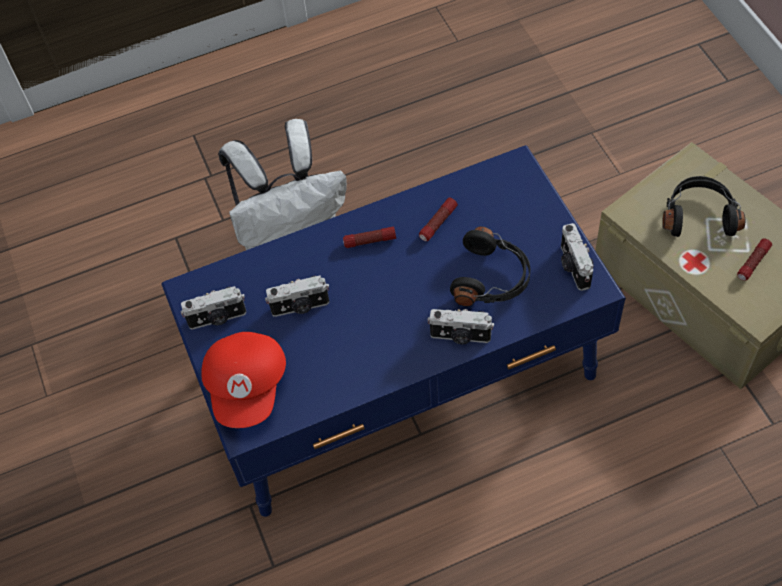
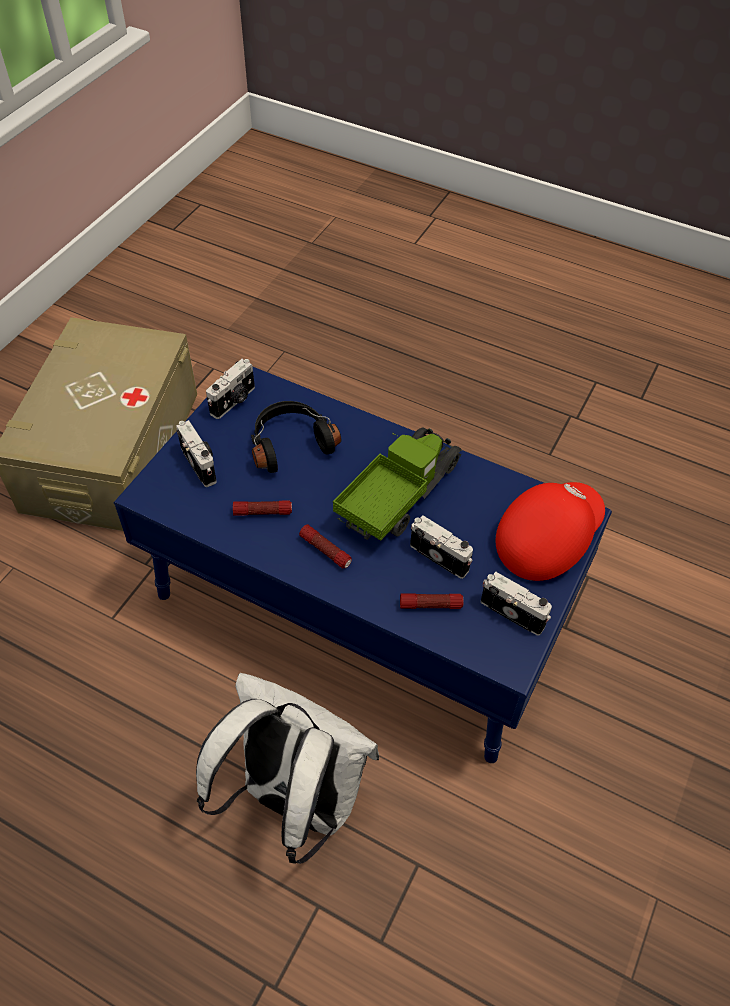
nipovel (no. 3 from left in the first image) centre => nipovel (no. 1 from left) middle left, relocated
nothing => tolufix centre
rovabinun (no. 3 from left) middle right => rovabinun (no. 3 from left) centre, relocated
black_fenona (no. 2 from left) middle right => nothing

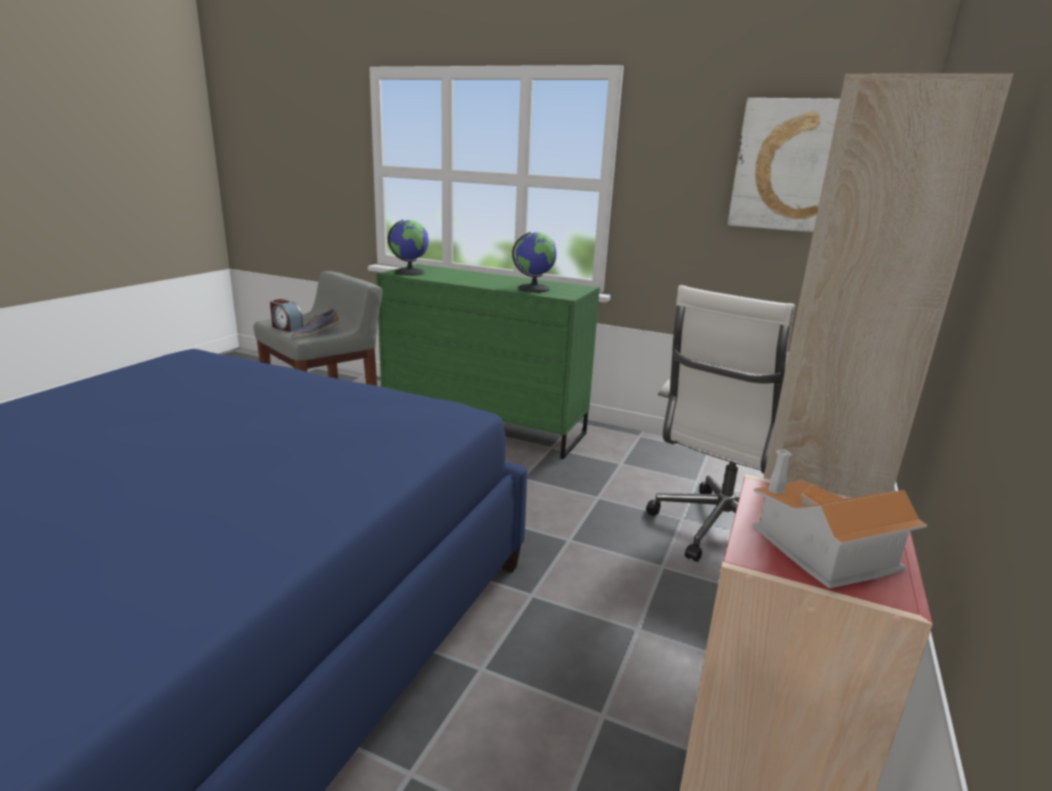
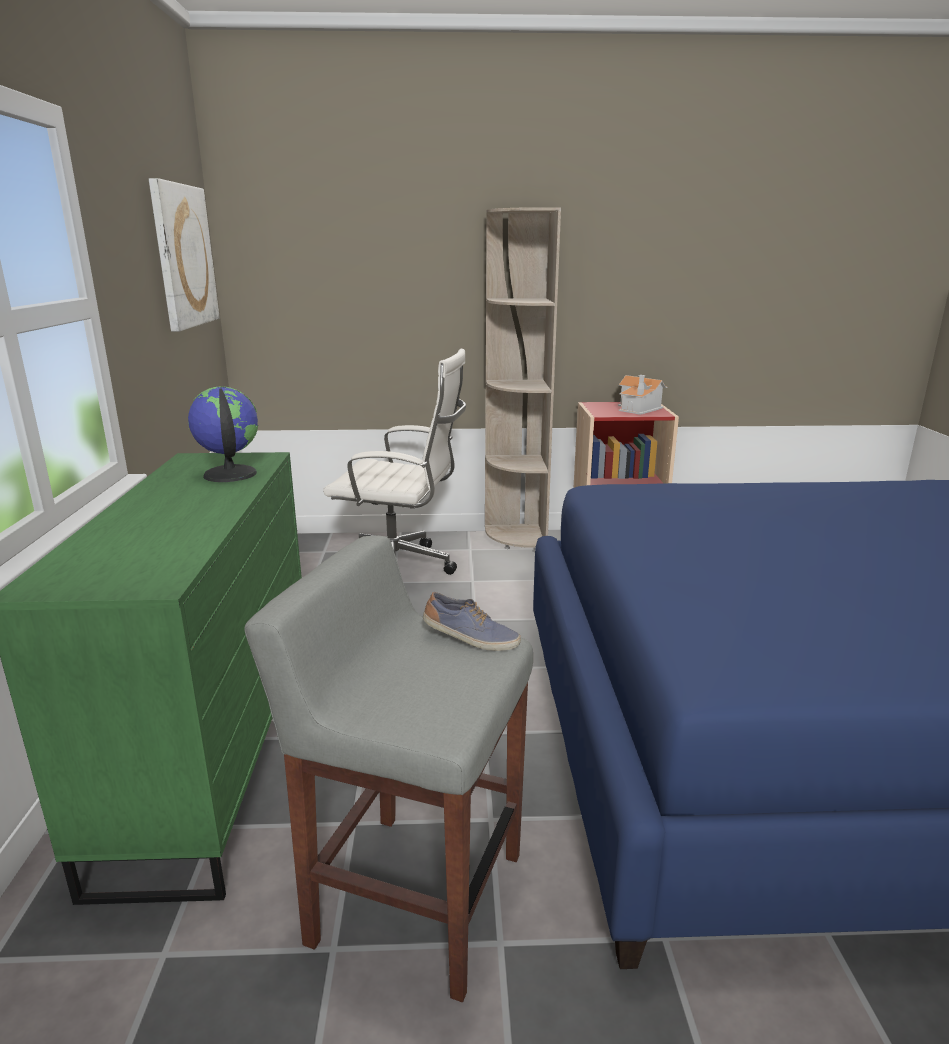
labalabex middle left => nothing
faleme (no. 1 from left) top centre => nothing

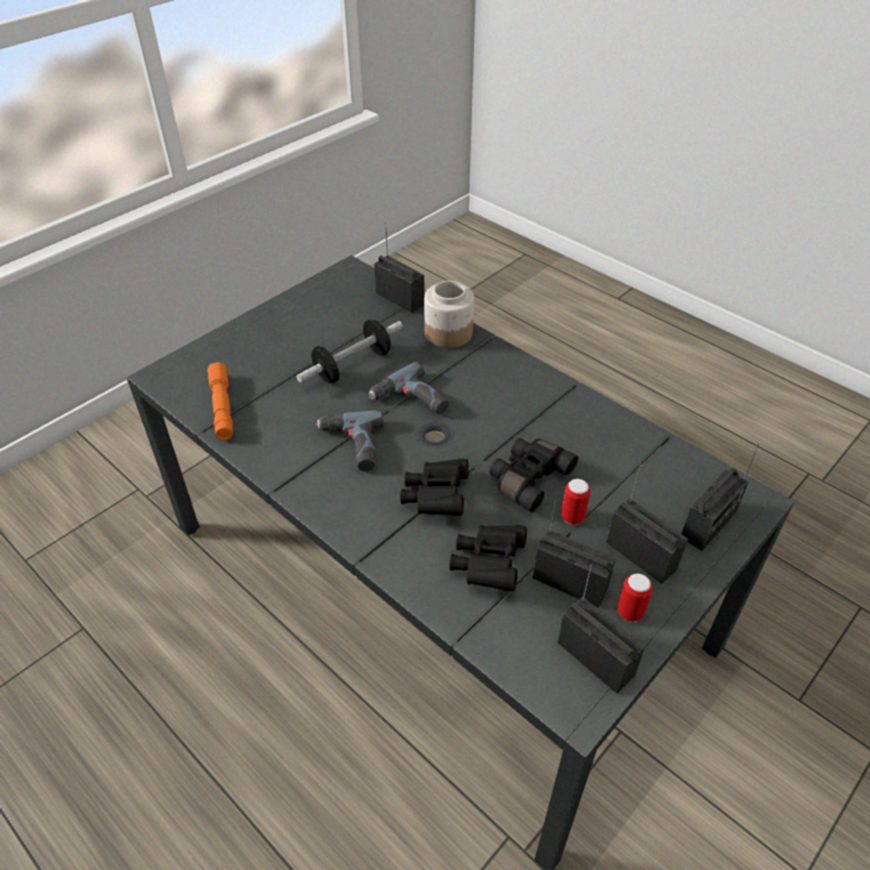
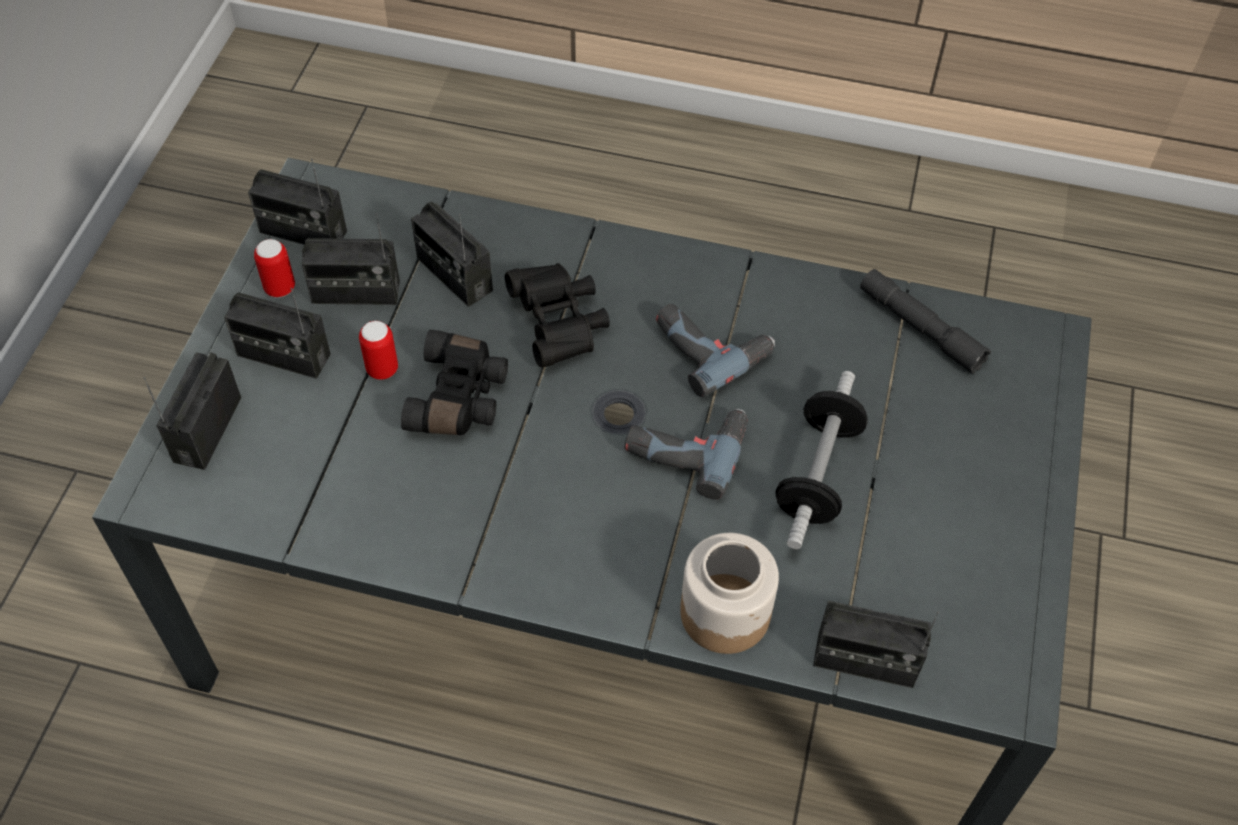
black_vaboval (no. 2 from left) centre => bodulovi (no. 5 from left) top centre
orange_rovabinun middle left => grey_rovabinun middle right

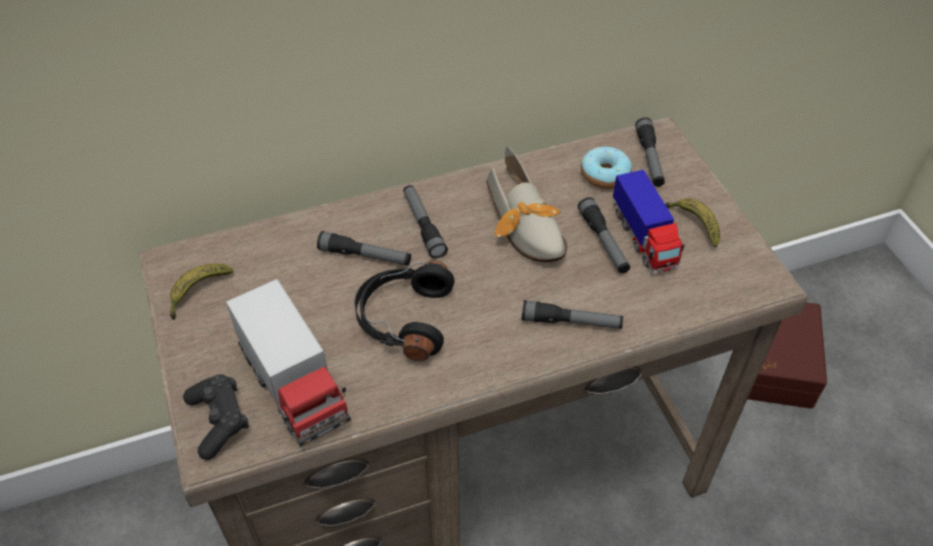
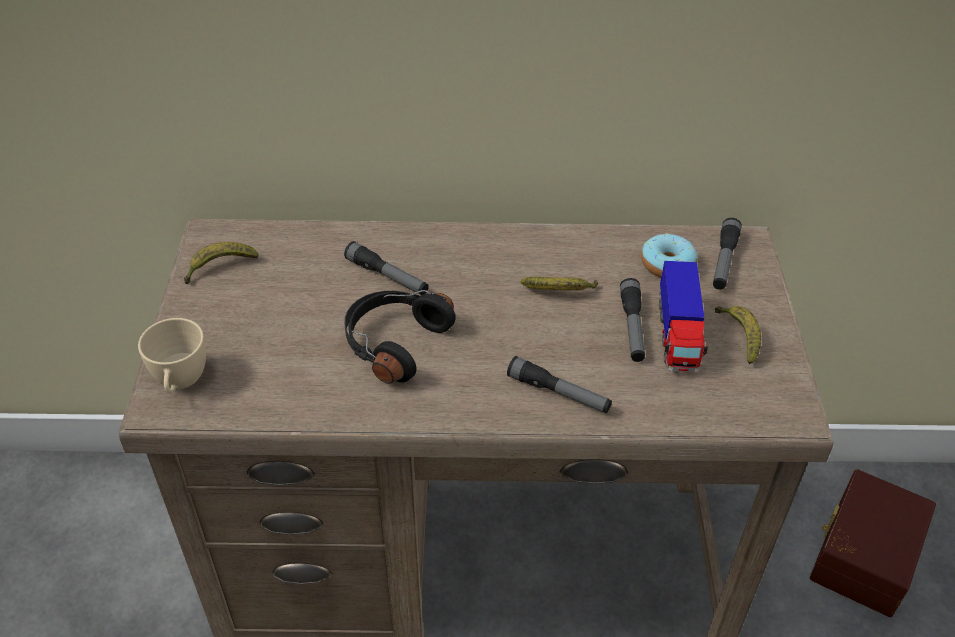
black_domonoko bottom left => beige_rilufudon middle left
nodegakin centre => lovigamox (no. 2 from left) centre
tolufix (no. 1 from left) middle left => nothing
rovabinun (no. 2 from left) centre => nothing

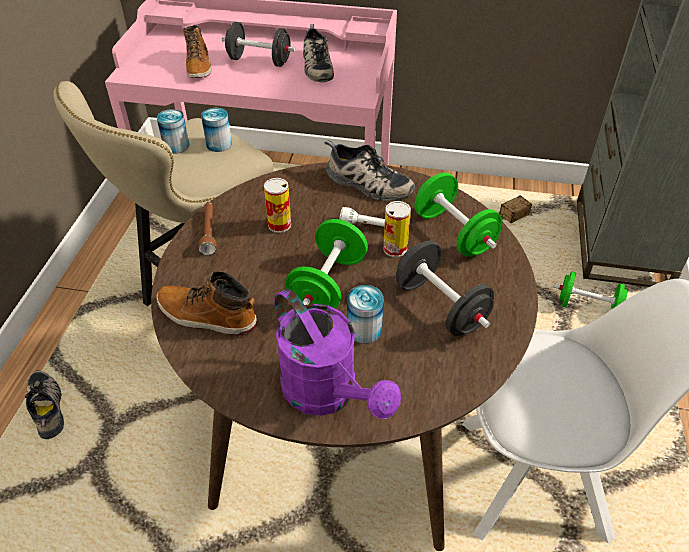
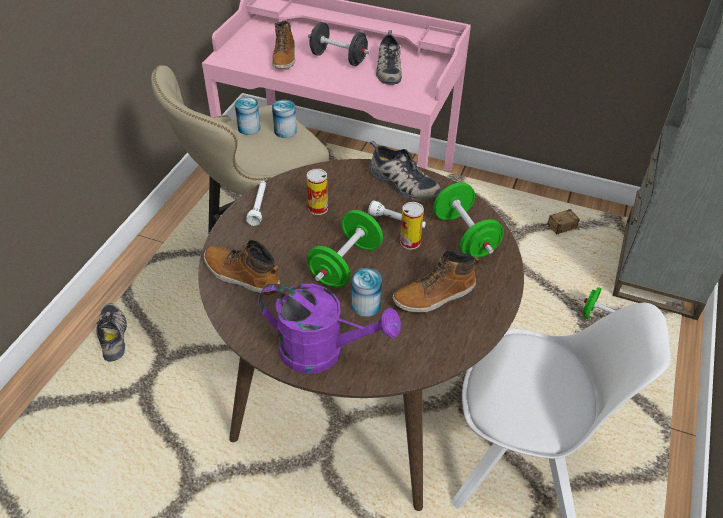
brown_rovabinun middle left => white_rovabinun (no. 1 from left) centre
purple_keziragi centre, 45 degrees counterclockwise
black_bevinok (no. 2 from left) centre => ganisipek (no. 3 from left) centre

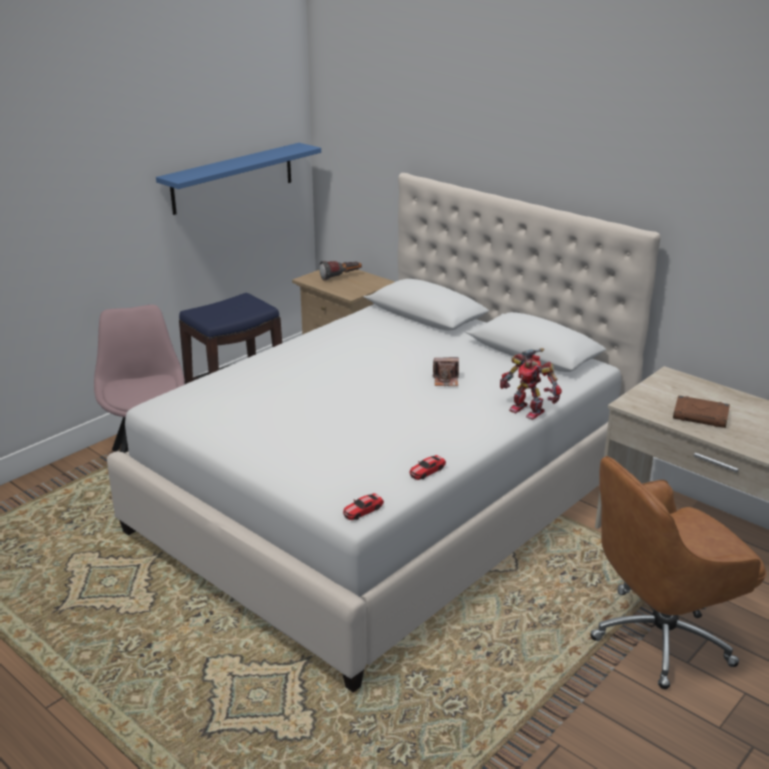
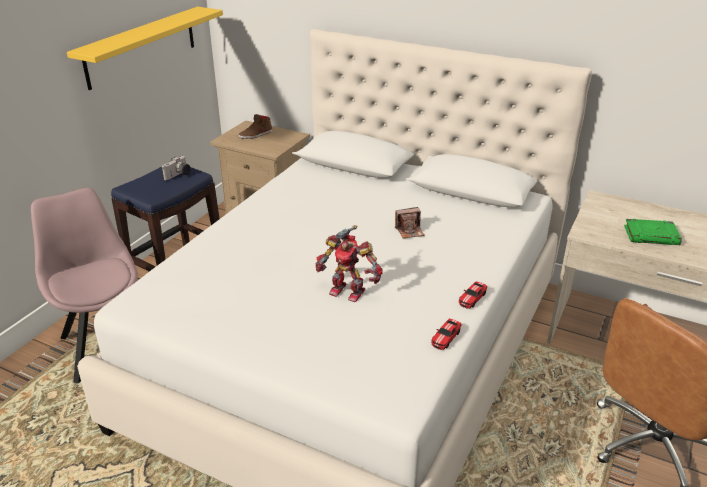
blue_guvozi top left => yellow_guvozi top left
nothing => nipovel (no. 1 from left) middle left
rovabinun centre => brown_nodegakin top centre
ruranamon middle right => ruranamon centre, relocated
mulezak (no. 1 from left in the first image) centre => mulezak (no. 2 from left) middle right, relocated
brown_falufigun middle right => green_falufigun middle right

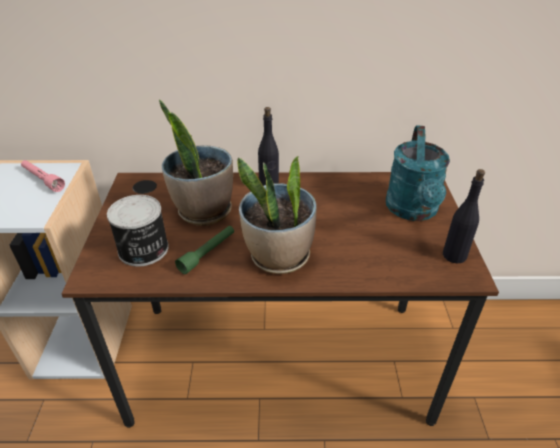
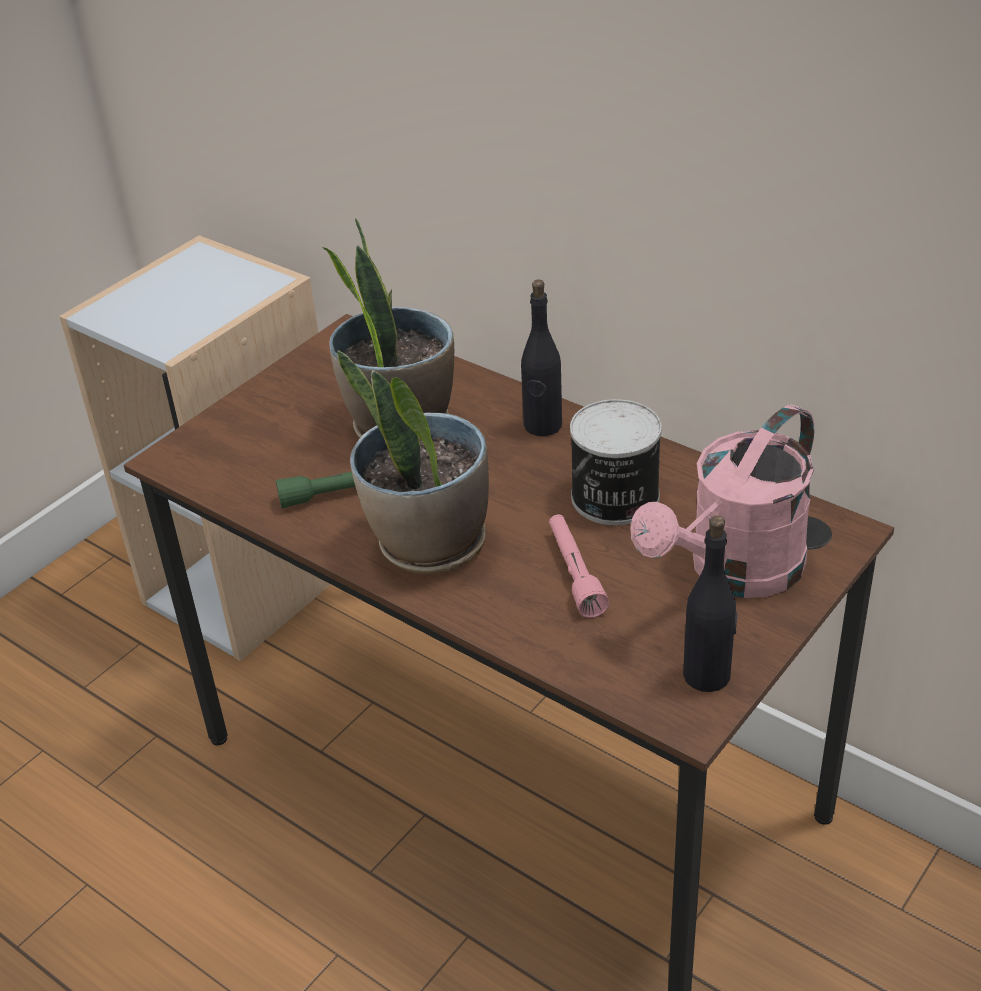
pink_rovabinun middle left => pink_rovabinun centre, relocated
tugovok middle left => tugovok centre, relocated
turquoise_keziragi middle right => pink_keziragi middle right

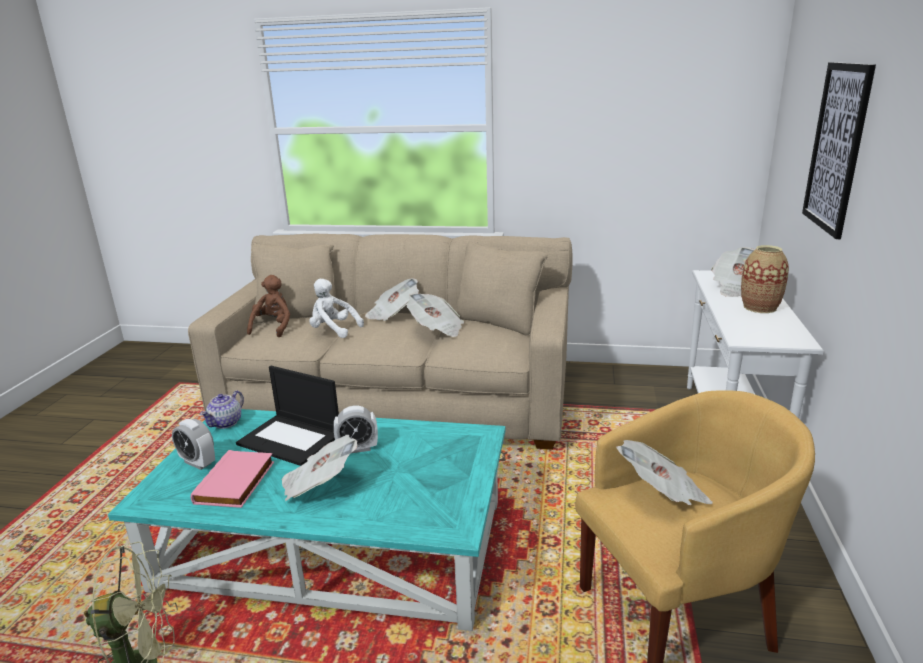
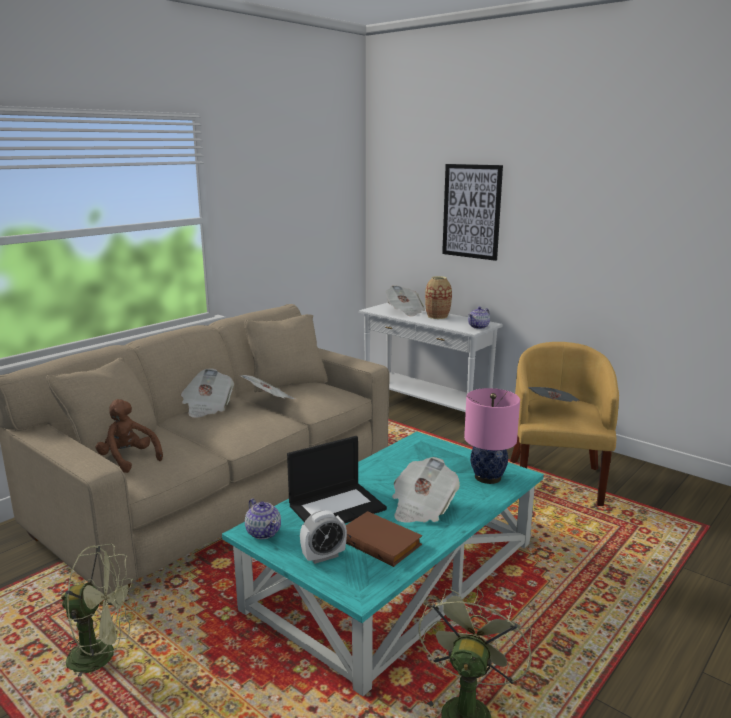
nothing => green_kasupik (no. 1 from left) bottom left
pink_falufigun bottom left => brown_falufigun bottom centre
nothing => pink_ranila middle right
nothing => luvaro (no. 2 from left) centre
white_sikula centre => nothing
labalabex (no. 2 from left) centre => nothing

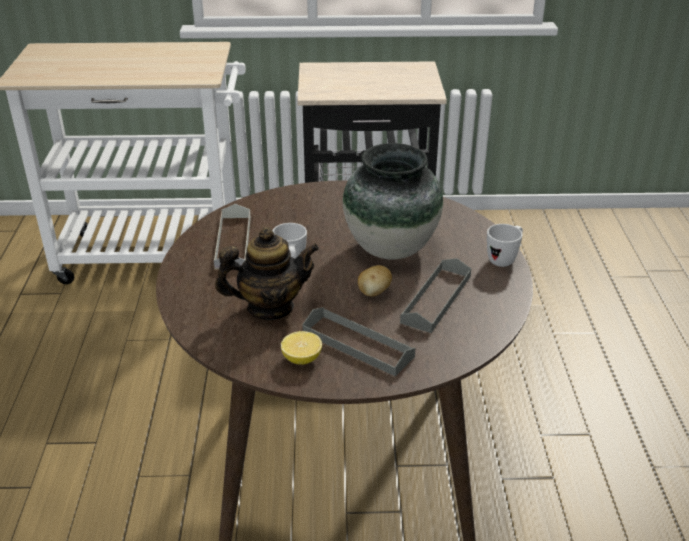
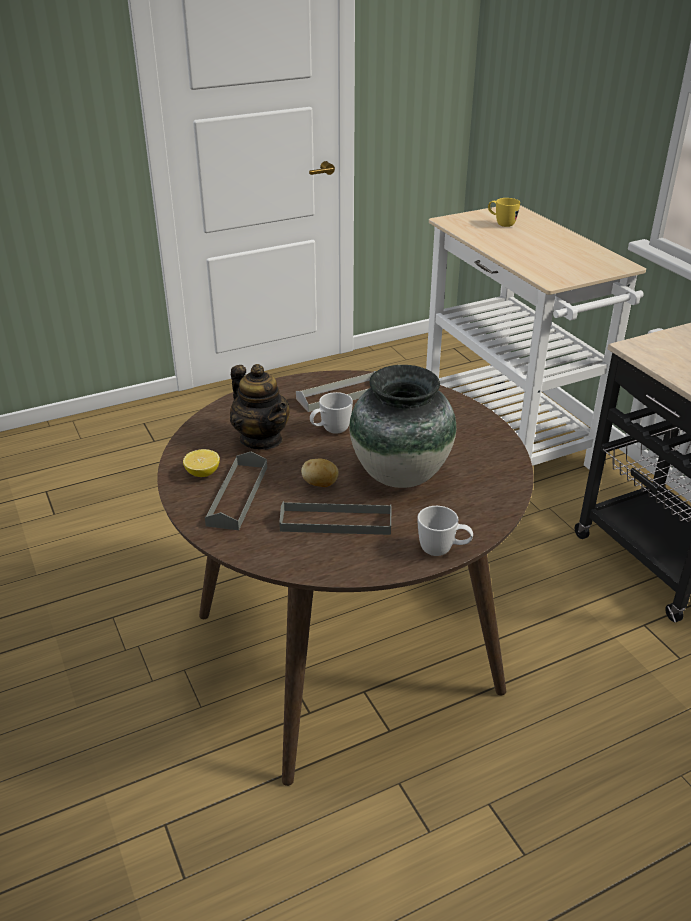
nothing => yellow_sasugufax top right

